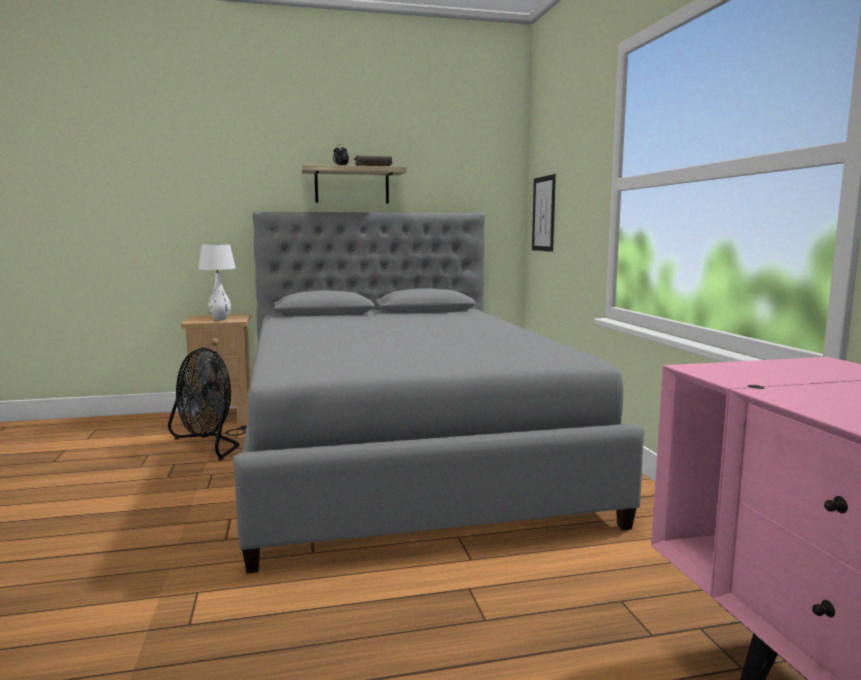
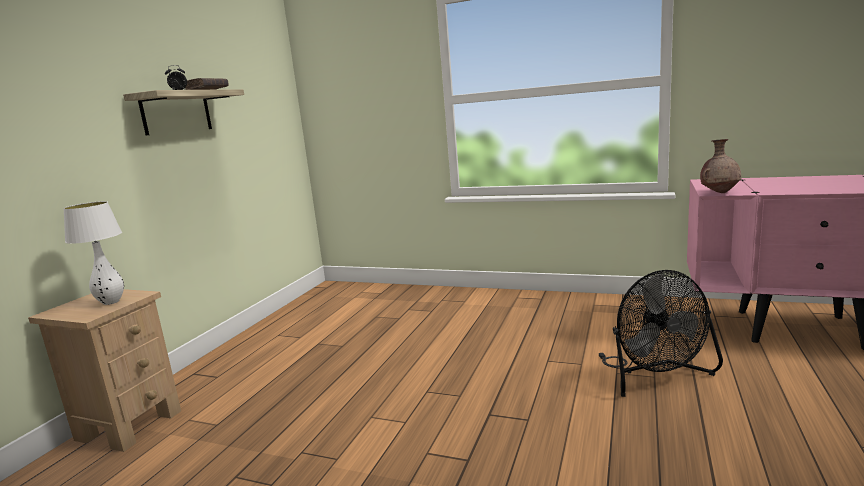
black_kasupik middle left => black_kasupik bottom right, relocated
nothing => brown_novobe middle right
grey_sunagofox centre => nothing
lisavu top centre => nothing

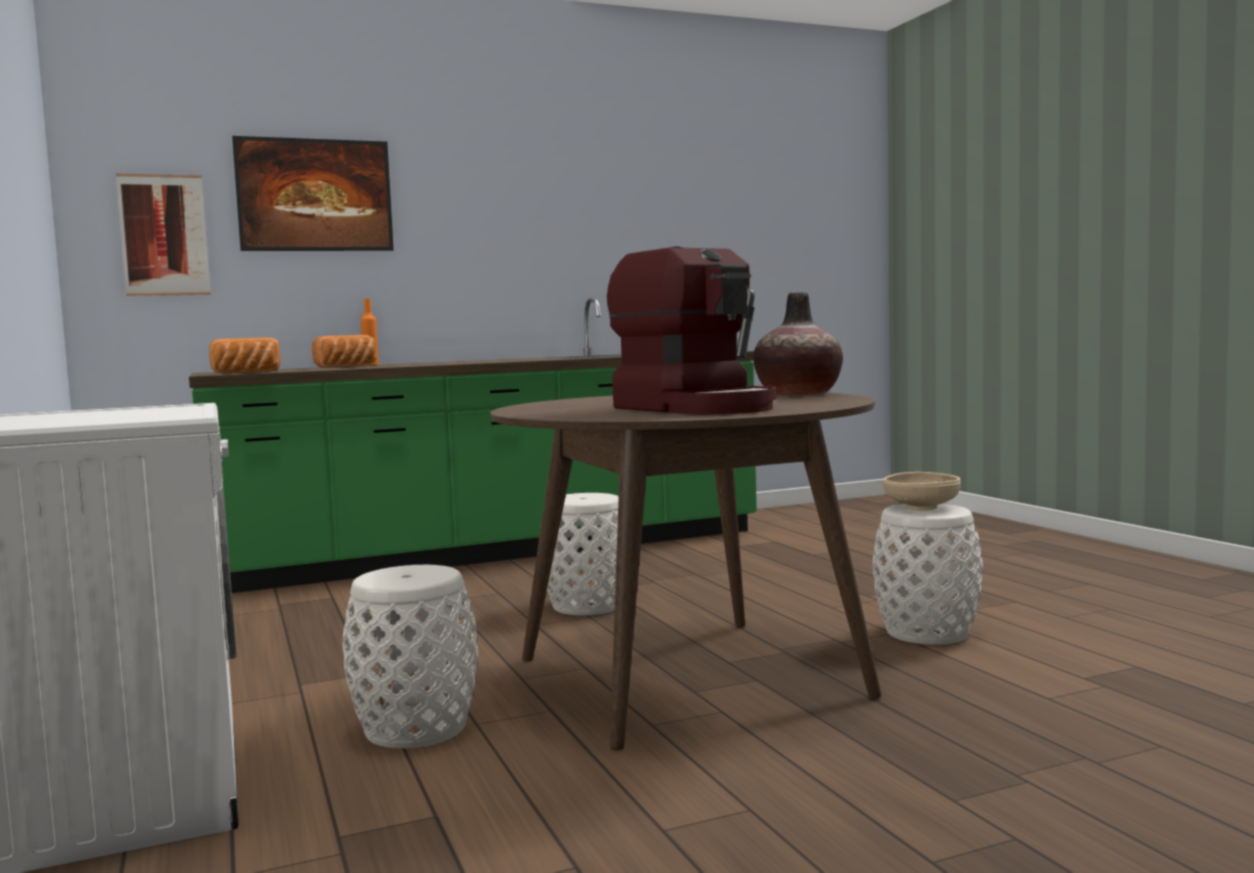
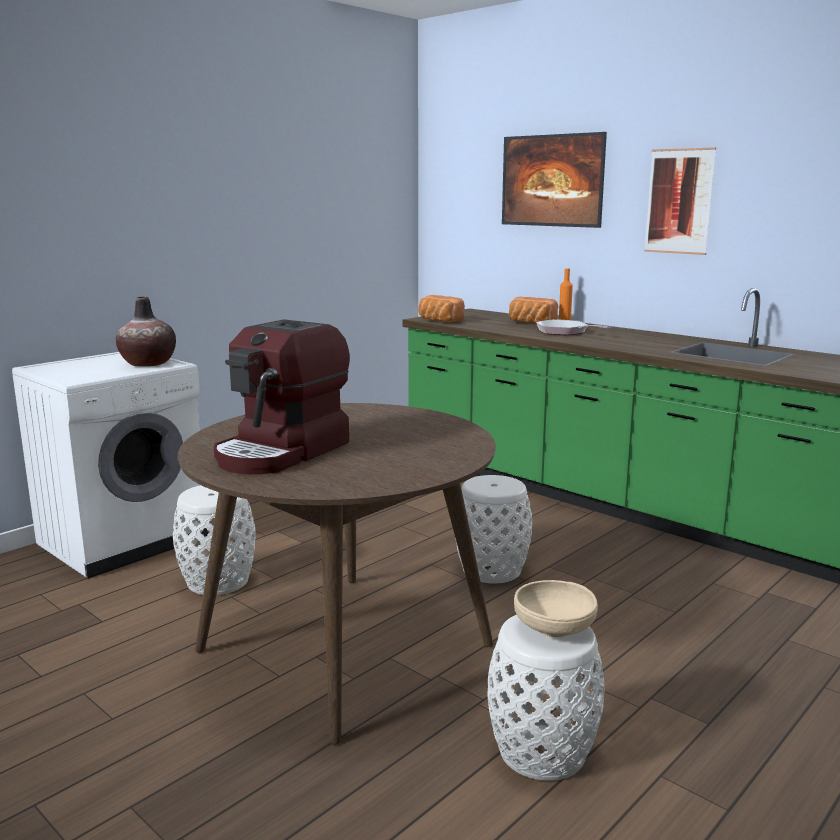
novobe centre => novobe middle left, relocated
nothing => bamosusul middle right
lisavu (no. 1 from left in the first image) top left => lisavu (no. 2 from left) top right, relocated

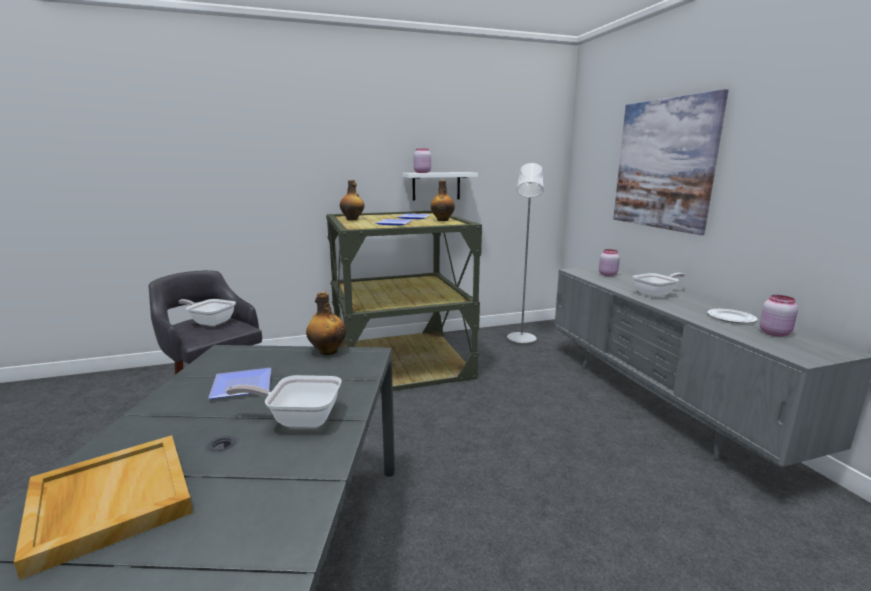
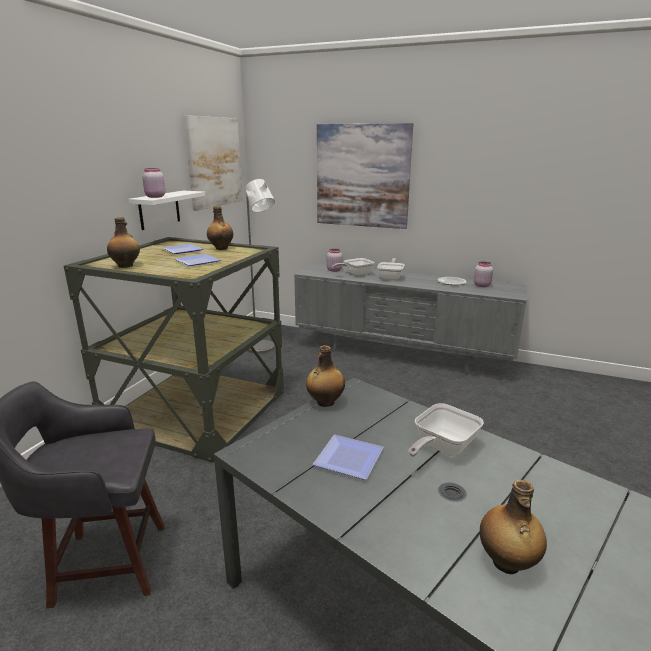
nothing => lisavu (no. 1 from left) top left
bamosusul (no. 1 from left) middle left => bamosusul (no. 1 from left) centre, relocated
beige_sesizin bottom left => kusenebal (no. 4 from left) bottom right

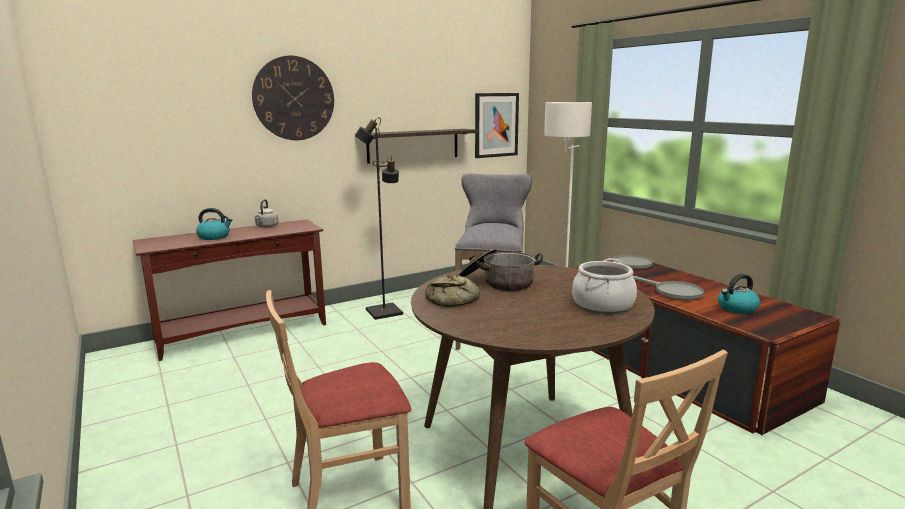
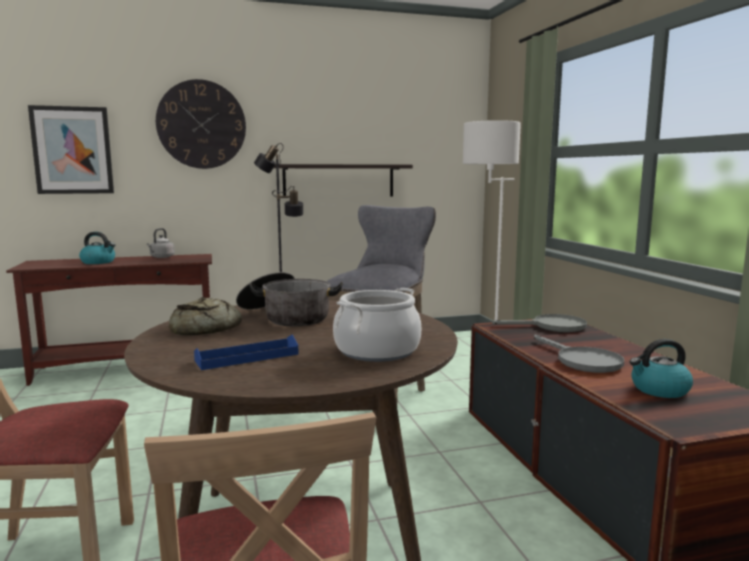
lisavu top centre => lisavu top left, relocated
nothing => blue_sesizin middle left

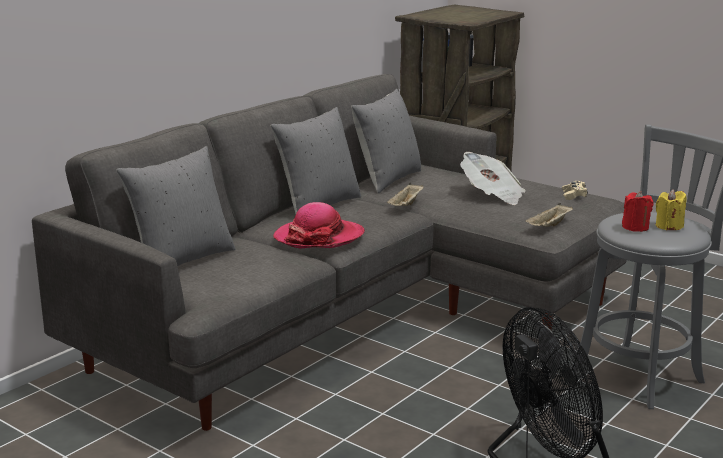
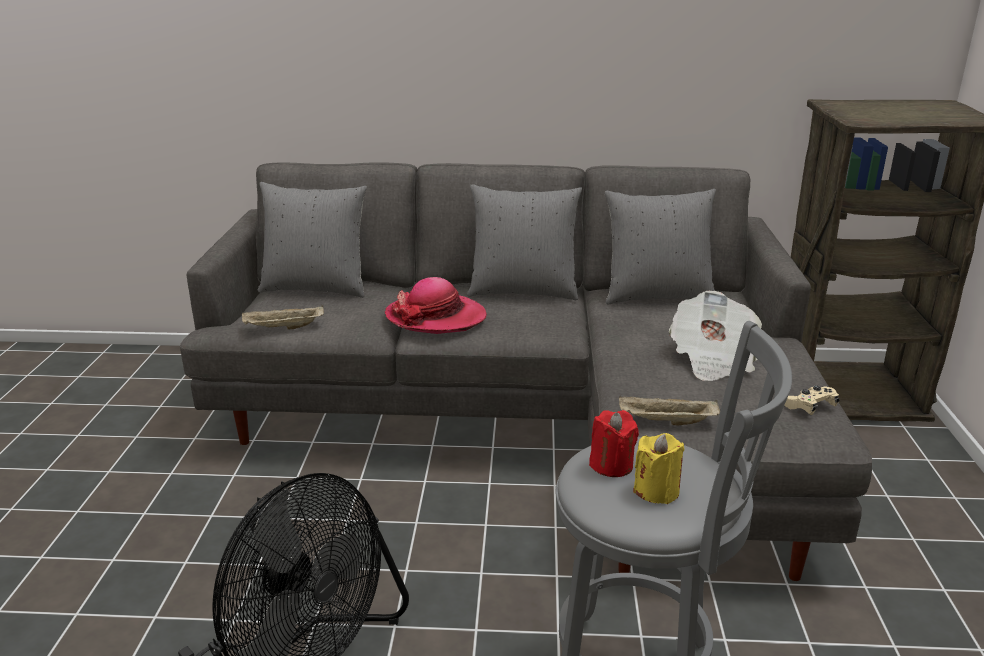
beige_sesizin (no. 1 from left) centre => beige_sesizin (no. 1 from left) middle left, relocated

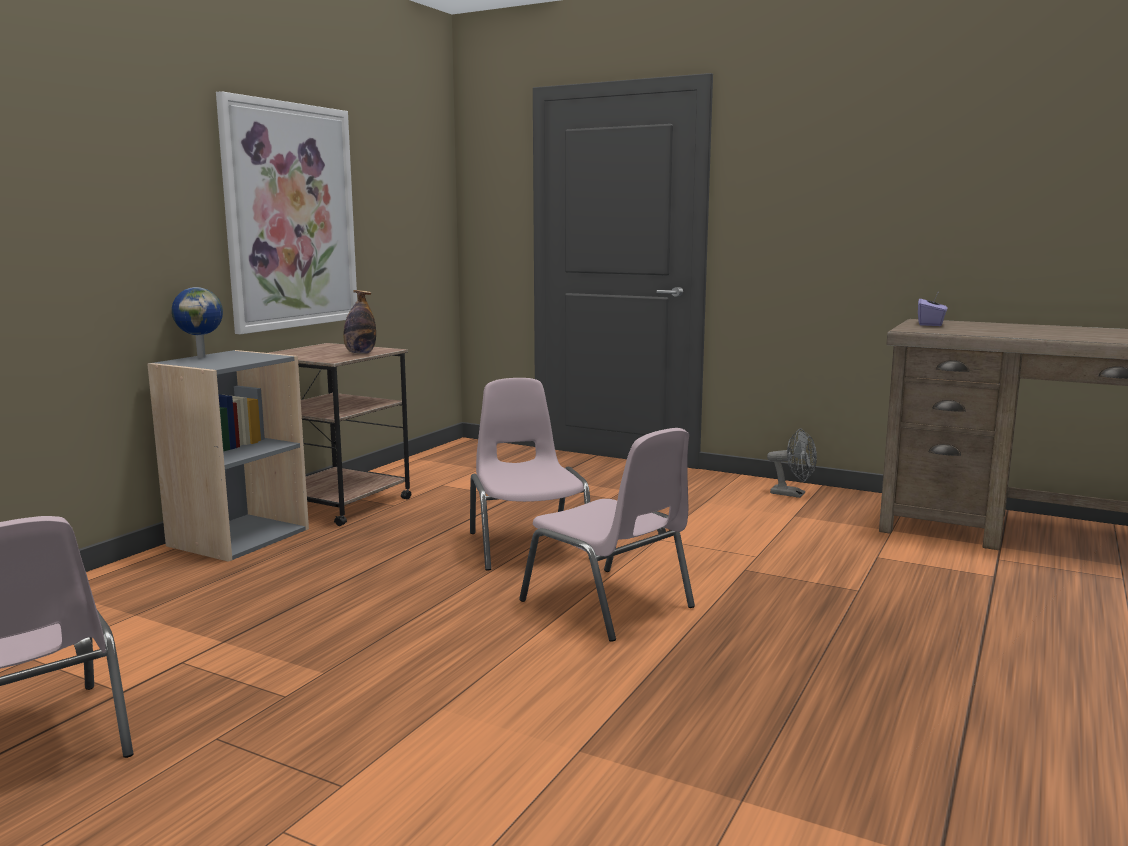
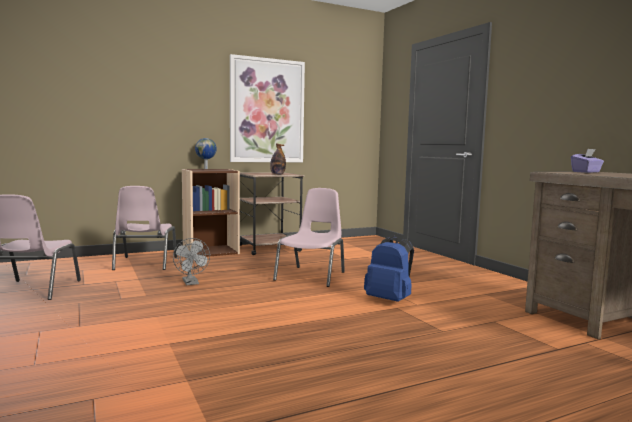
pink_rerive (no. 3 from left in the first image) centre => pink_rerive (no. 2 from left) middle left, relocated
grey_kasupik middle right => grey_kasupik middle left, relocated
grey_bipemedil middle left => brown_bipemedil centre
nothing => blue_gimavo centre

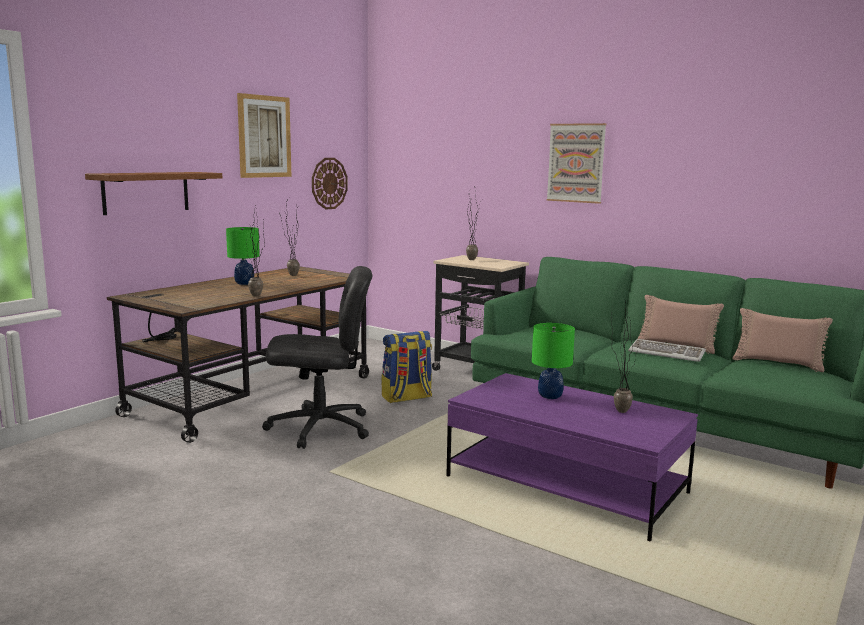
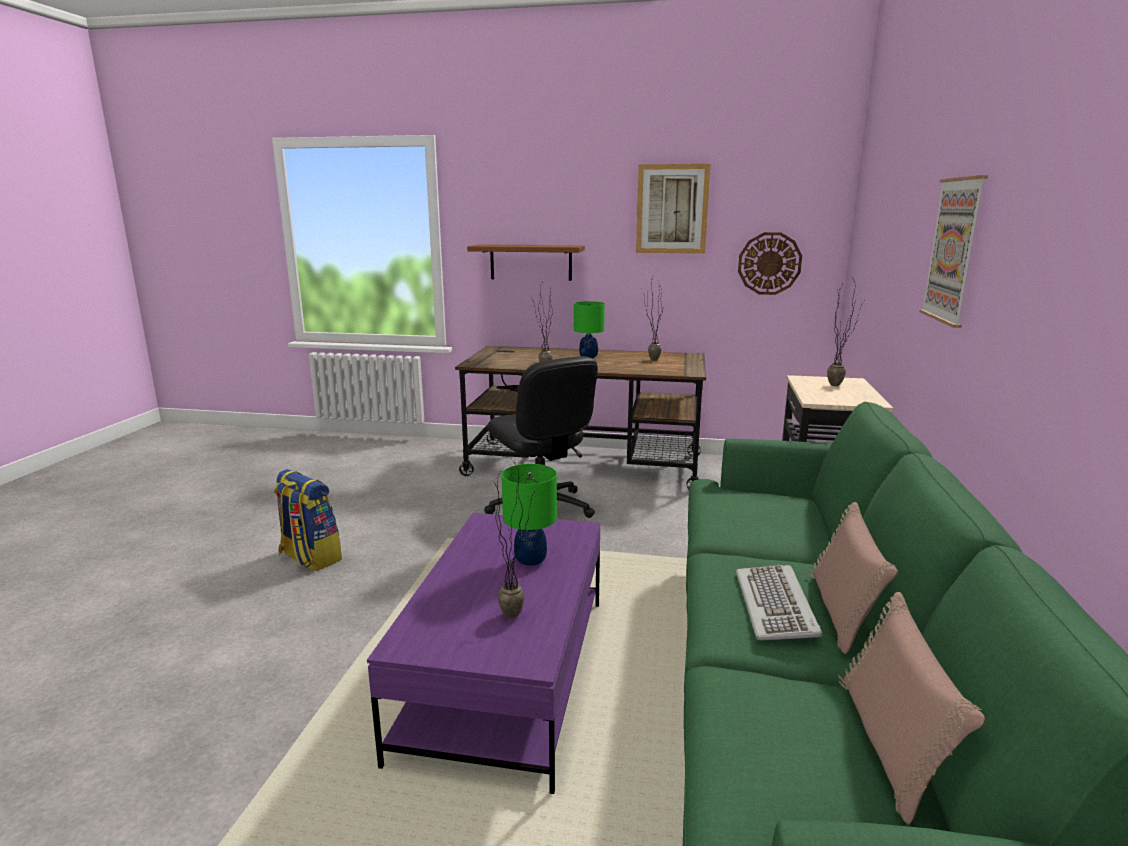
gimavo centre => gimavo middle left, relocated

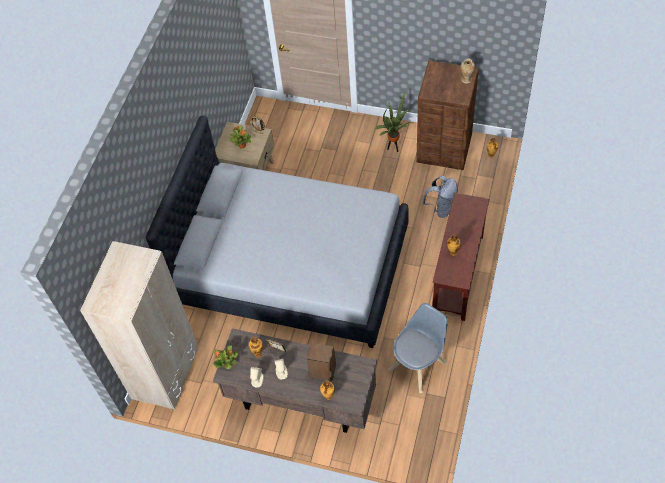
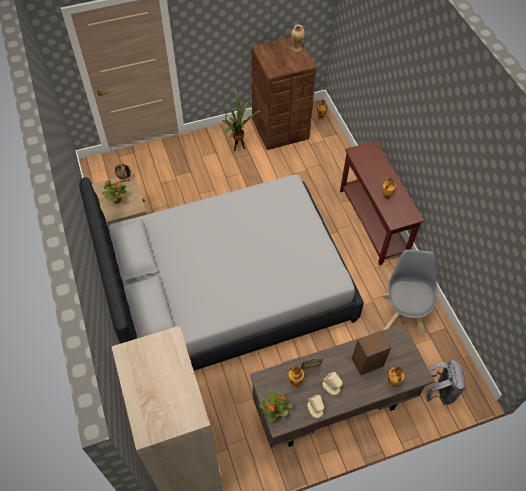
grey_gimavo centre => grey_gimavo bottom right, relocated

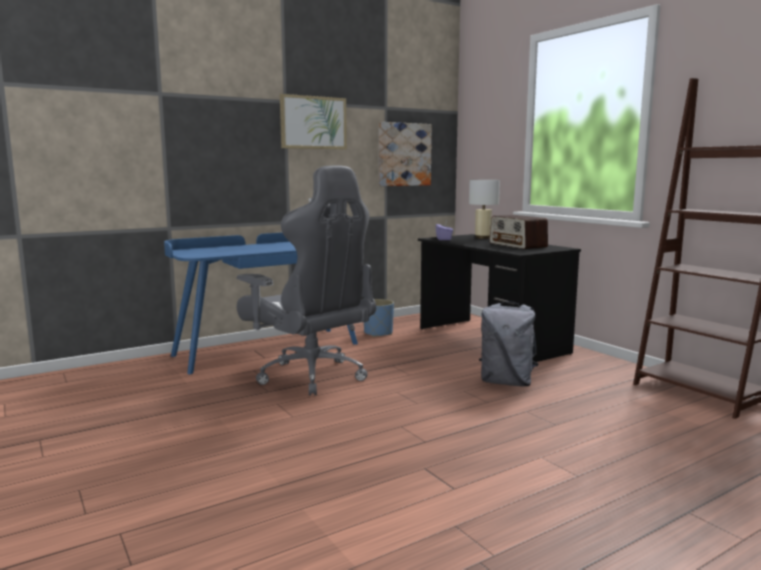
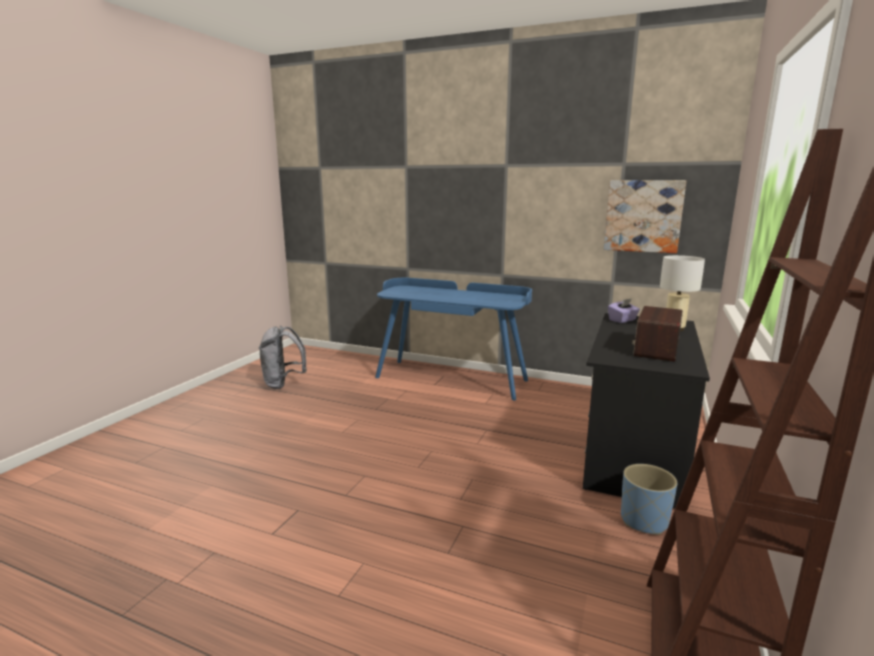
grey_gimavo middle right => grey_gimavo middle left, relocated
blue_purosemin centre => blue_purosemin bottom right, relocated
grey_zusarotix centre => nothing
lisavu (no. 1 from left) top centre => nothing

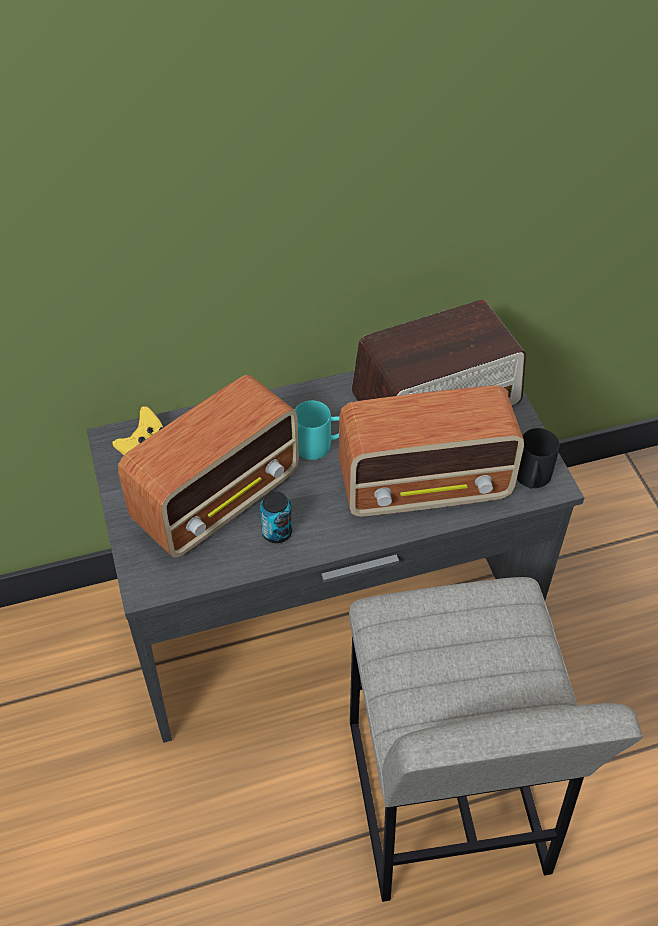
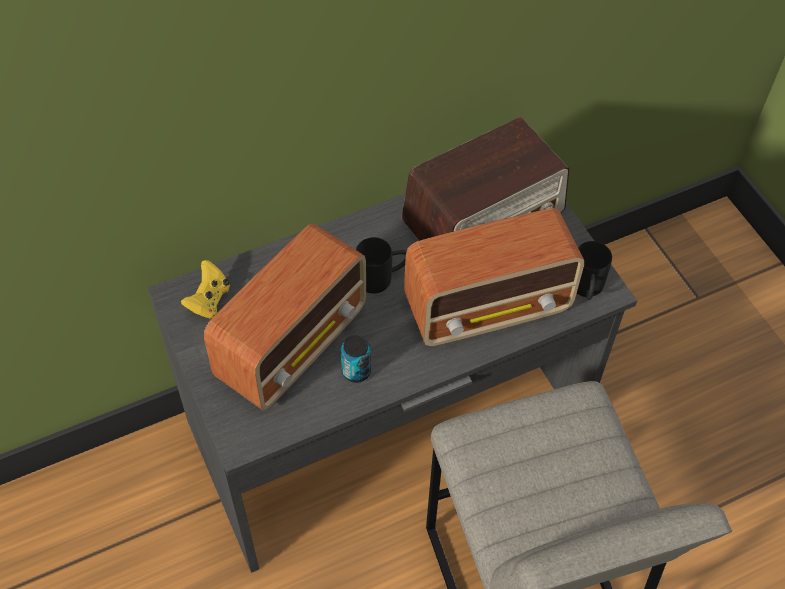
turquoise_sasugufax centre => black_sasugufax (no. 1 from left) centre

